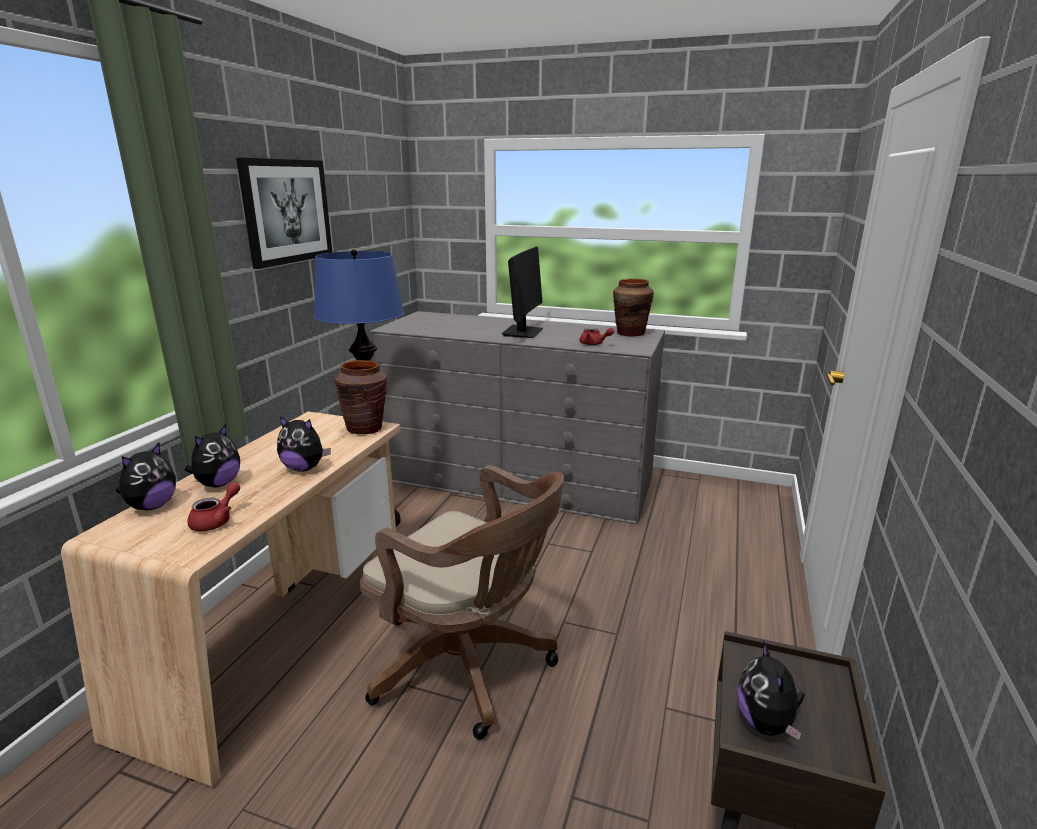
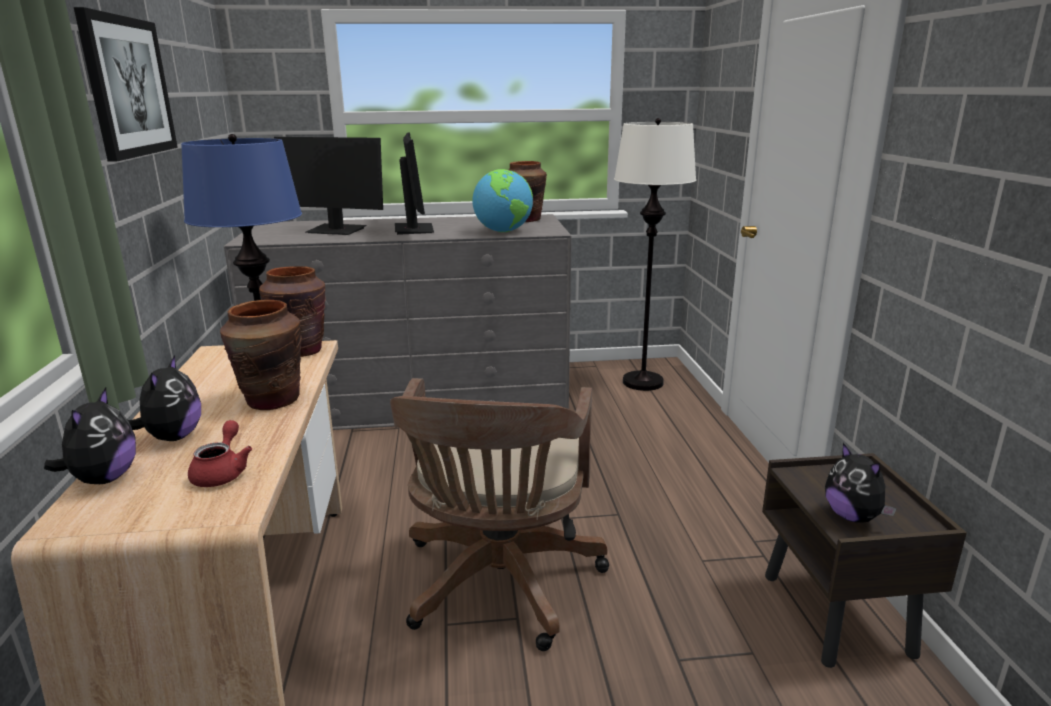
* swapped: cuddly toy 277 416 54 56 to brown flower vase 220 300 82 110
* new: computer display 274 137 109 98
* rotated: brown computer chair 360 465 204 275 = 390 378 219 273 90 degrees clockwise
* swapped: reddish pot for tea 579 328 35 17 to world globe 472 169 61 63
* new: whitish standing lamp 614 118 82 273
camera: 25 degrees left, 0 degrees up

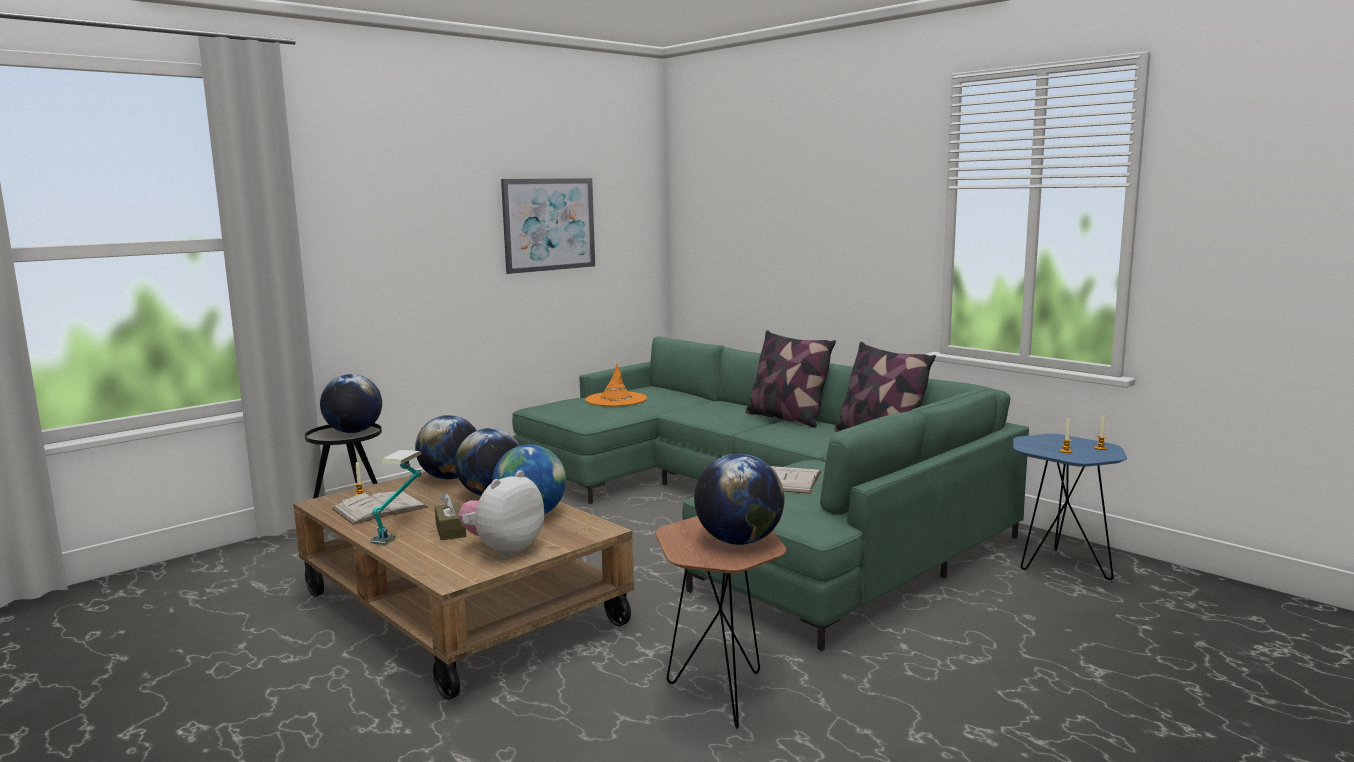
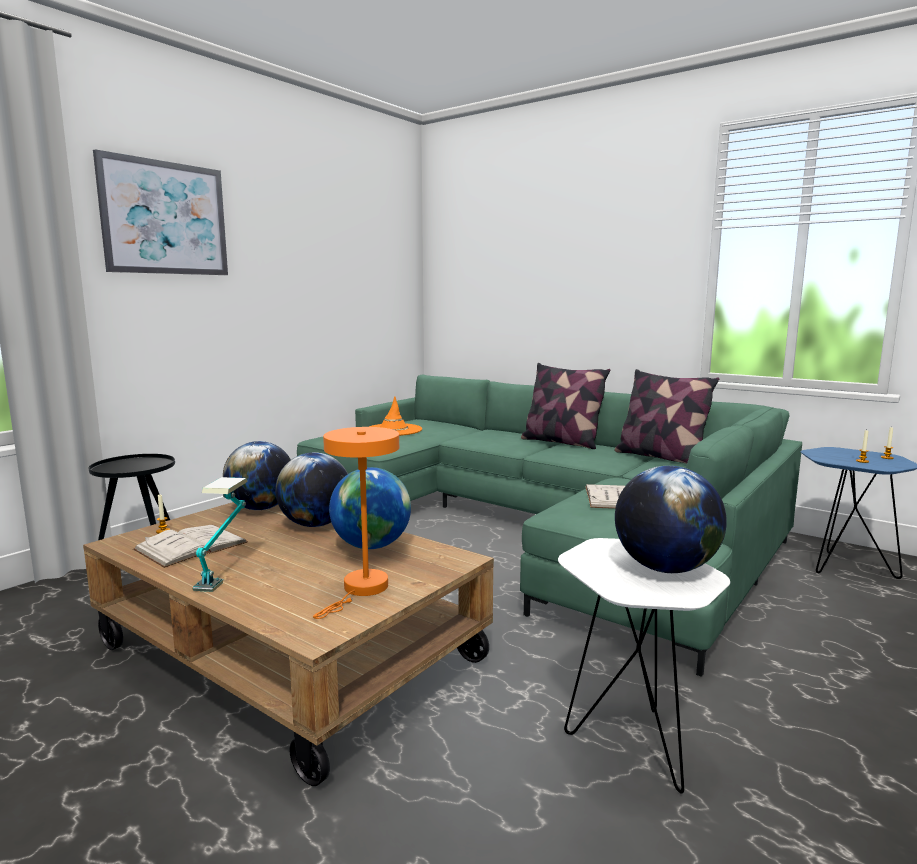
* shifted: wall picture 501 178 94 96 to 93 149 135 126
* swapped: cuddly toy 458 470 86 88 to orange-coloured table lamp 313 427 86 192
* repainted: brown end table 655 516 131 213 to whitish end table 558 538 172 256
* gone: world globe 320 374 62 59
* gone: brown tissue holder 435 493 31 47
camera: 10 degrees left, 0 degrees up

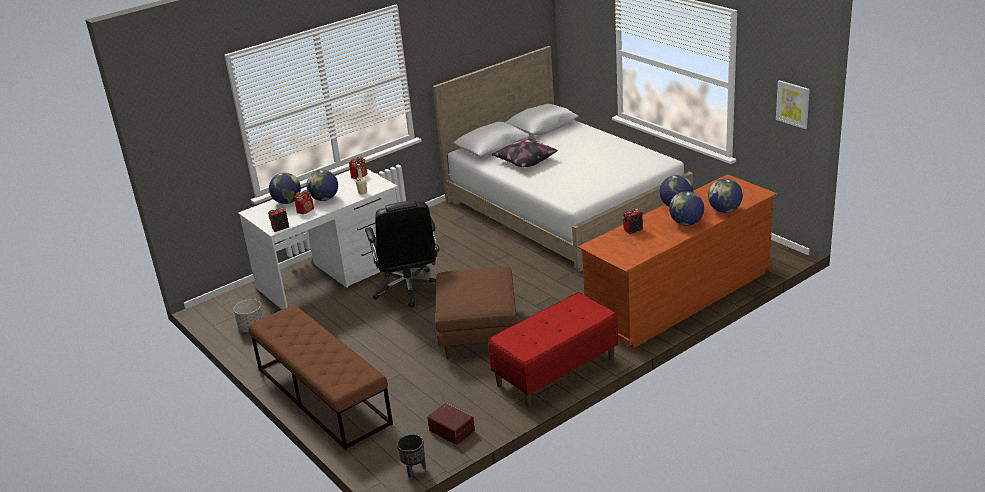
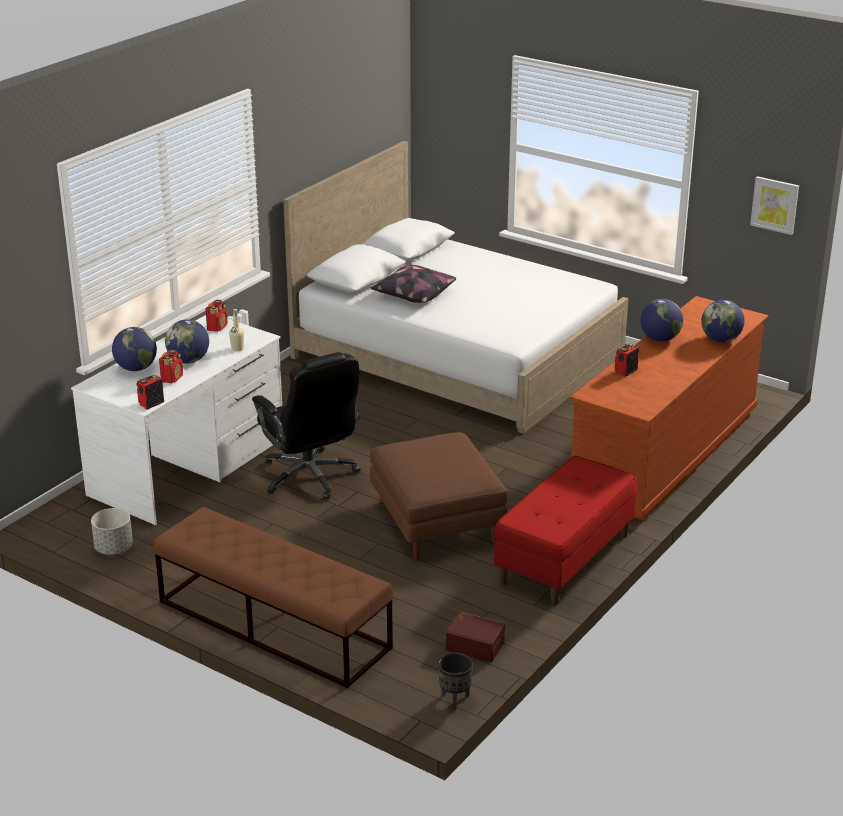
* gone: world globe 669 191 35 35
camera: 20 degrees left, 0 degrees up

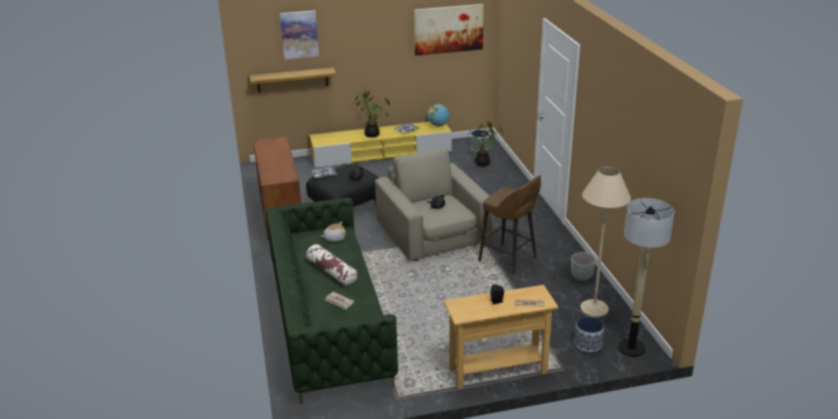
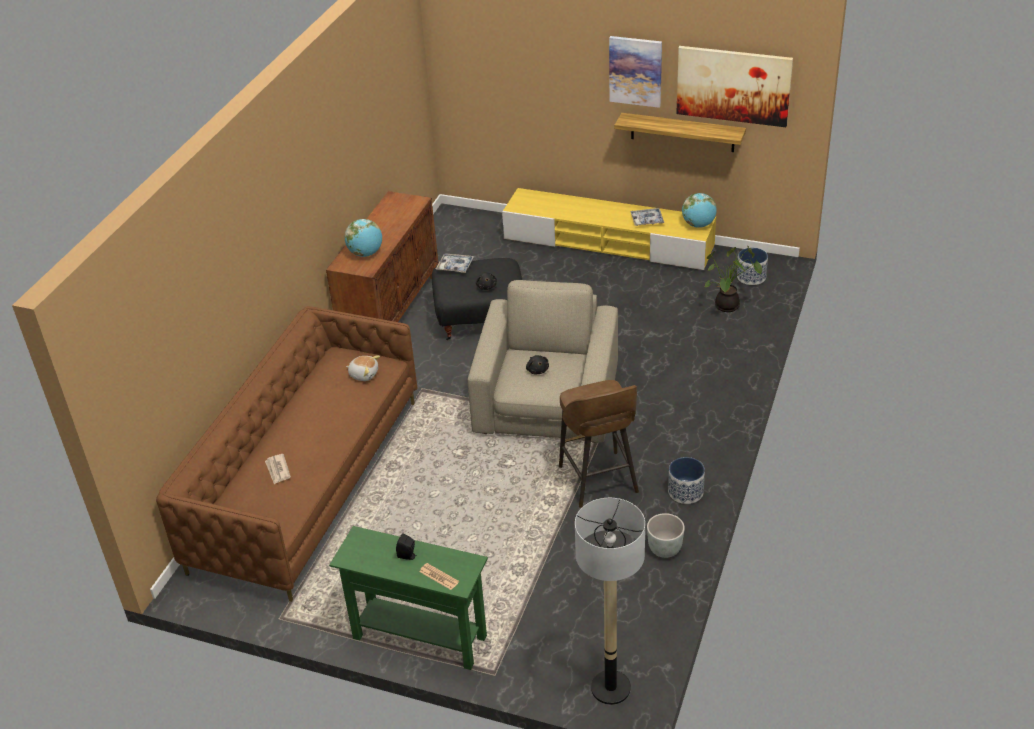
* repainted: green-coloured sofa 266 198 132 206 to brown sofa 156 306 261 296
* repainted: beige-coloured narrow table 444 285 115 104 to green-coloured narrow table 329 526 159 144
* new: world globe 345 219 37 38
* shifted: wall picture 280 10 39 49 to 609 36 53 72
* shifted: shelf 249 67 87 26 to 614 113 132 39
* shifted: planter 575 316 29 36 to 668 457 37 47
* gone: throw pillow 306 244 52 42
* gone: houseplant 354 91 36 47
* gone: beige-coloured standing lamp 580 167 51 150
camera: 35 degrees right, 10 degrees up

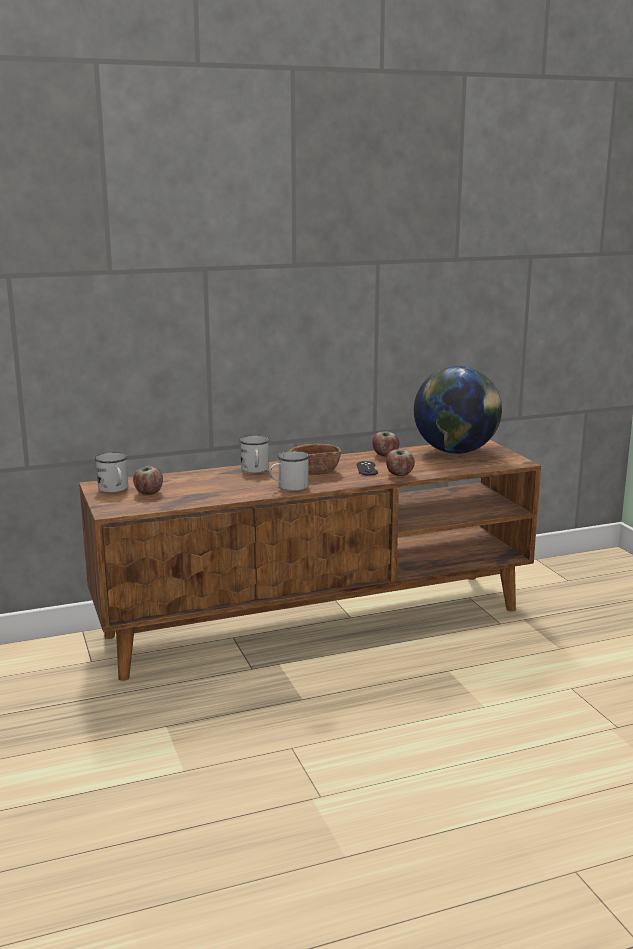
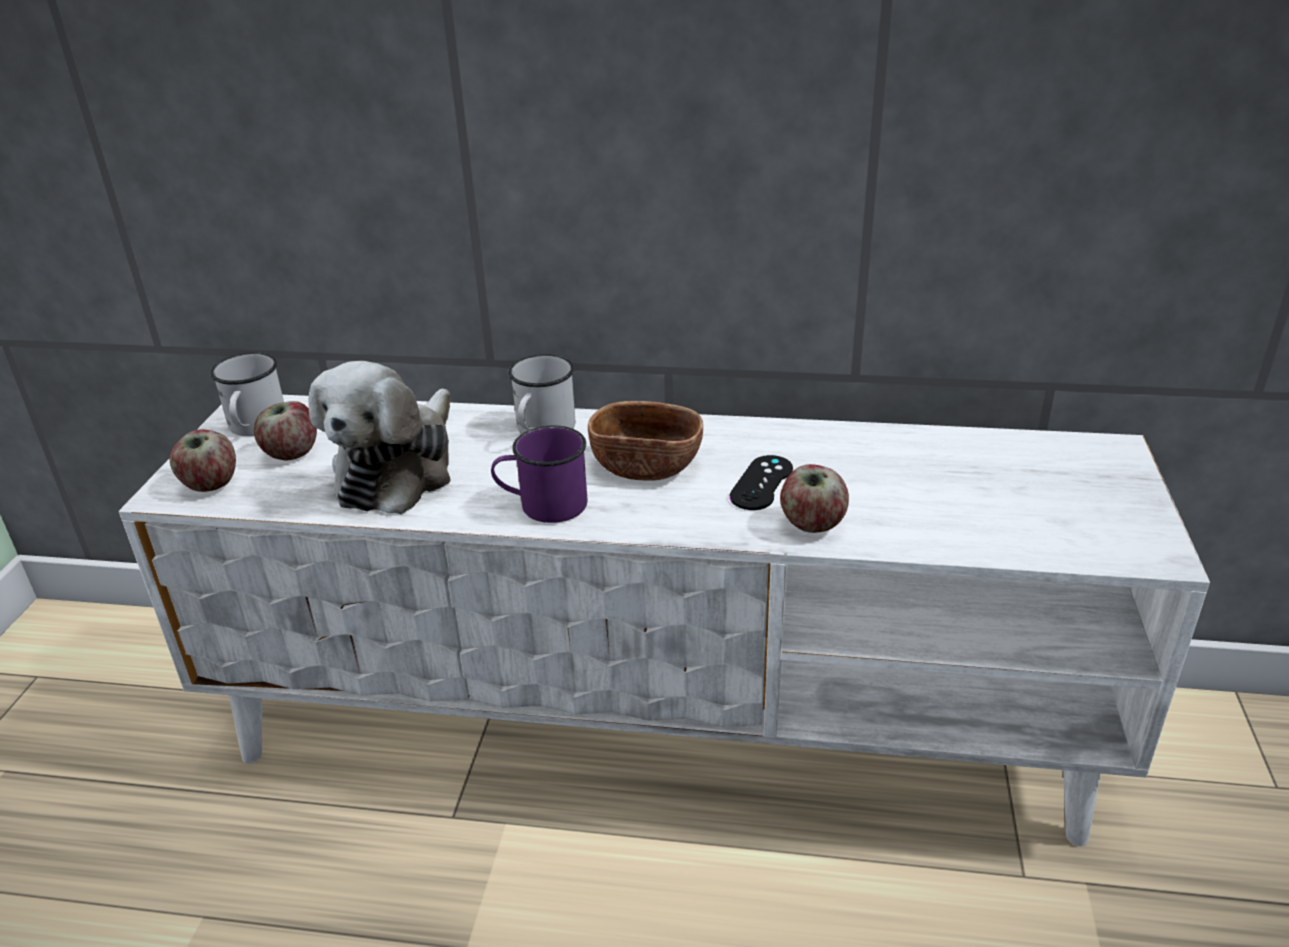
* repainted: brown media console 79 440 462 241 to whitish media console 119 395 1091 451
* shifted: apple 372 431 27 25 to 170 429 66 63
* new: cuddly toy 308 361 143 153
* repainted: whitish tea mug 269 451 41 40 to purplish tea mug 491 425 96 98
* gone: world globe 414 366 88 88
camera: 30 degrees right, 15 degrees up

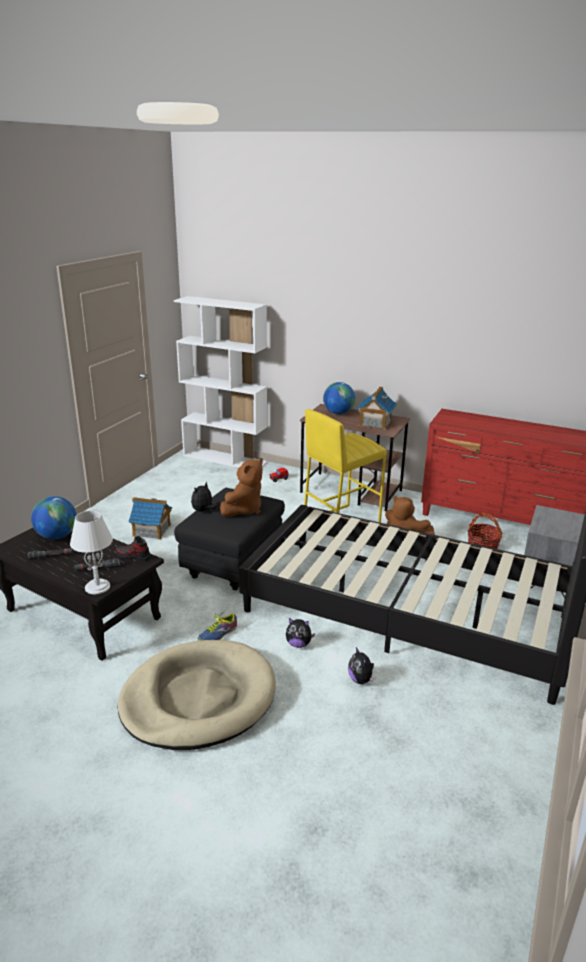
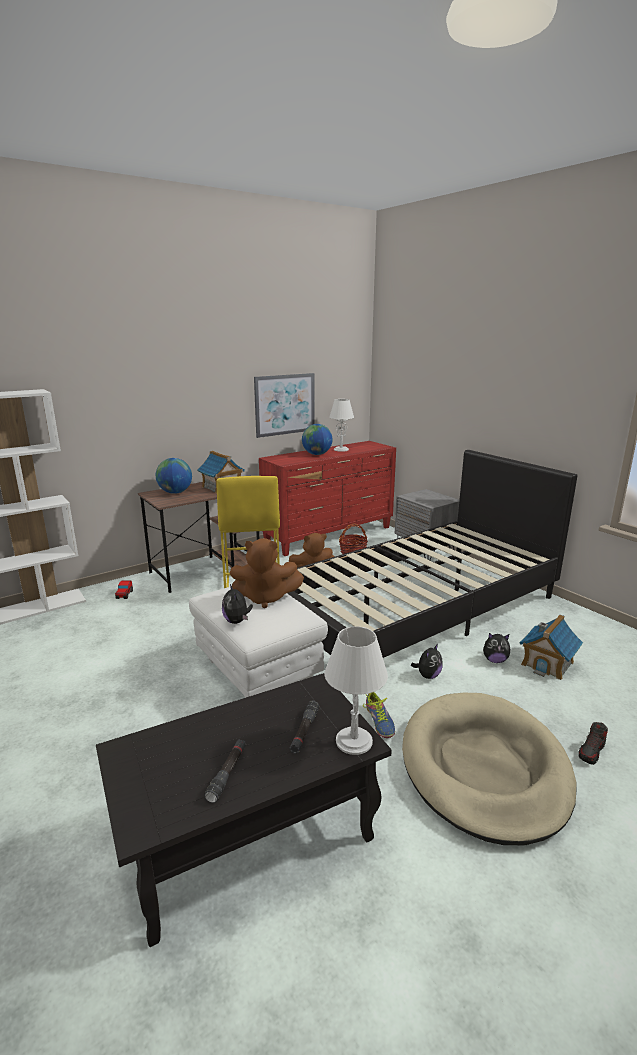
* repainted: black footrest 174 488 111 102 to whitish footrest 189 587 139 110
* rotated: brown cuddly toy 220 458 43 59 = 230 538 74 70 120 degrees clockwise
* new: wall picture 254 373 61 65
* shifted: world globe 31 496 45 43 to 302 424 30 31
* new: whitish table lamp 329 399 25 53
* shifted: model house 128 497 44 43 to 519 615 64 65
* shifted: shoe 115 536 36 25 to 578 722 30 43
camera: 60 degrees left, 5 degrees down

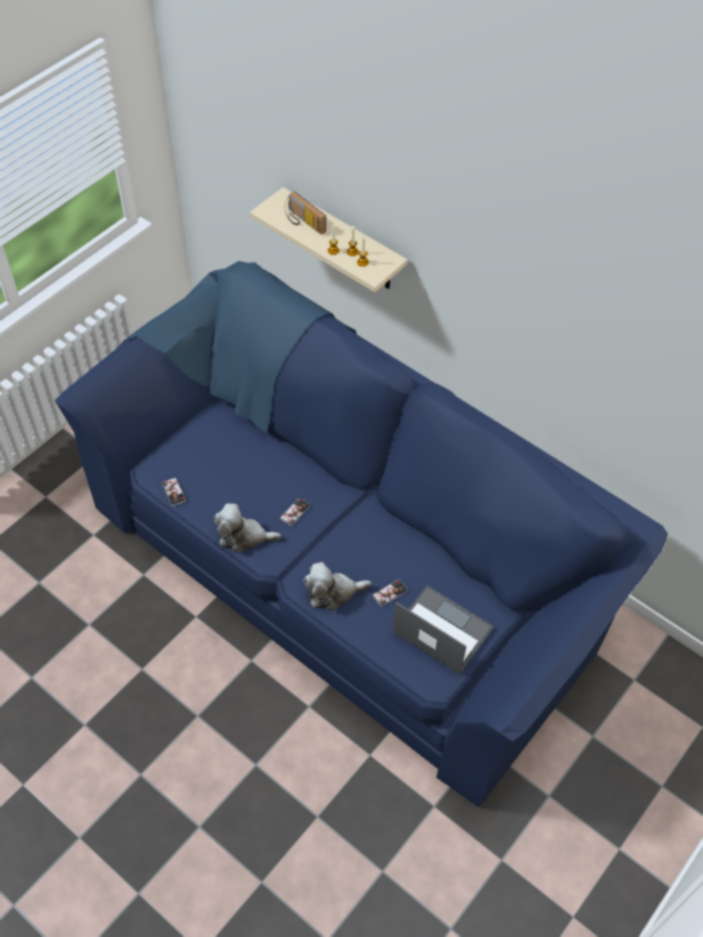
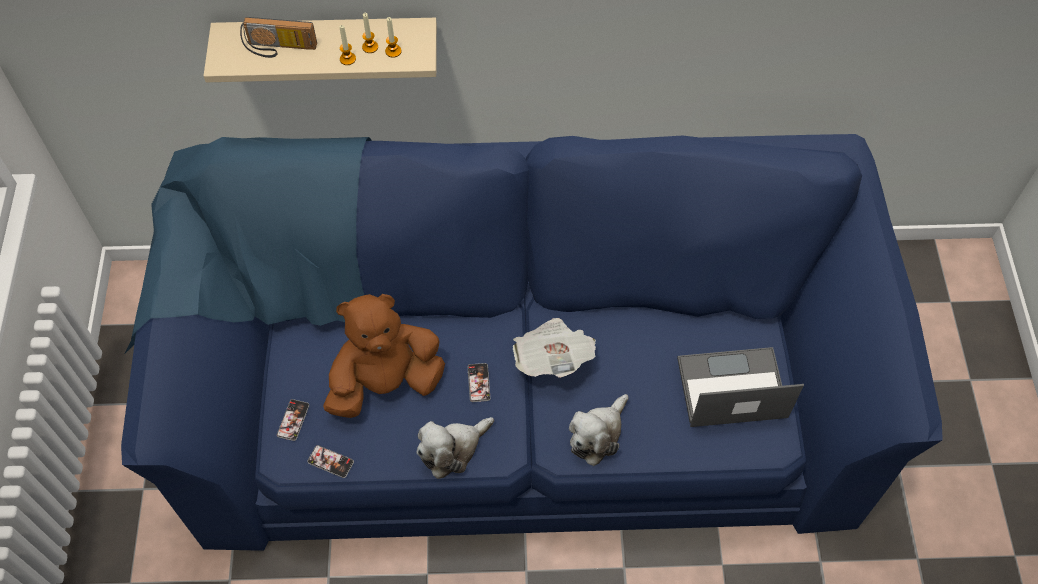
* shifted: phone 373 579 35 27 to 277 399 33 42
* new: brown cuddly toy 323 294 122 124
* new: newspaper 513 318 83 60
camera: 40 degrees left, 5 degrees up

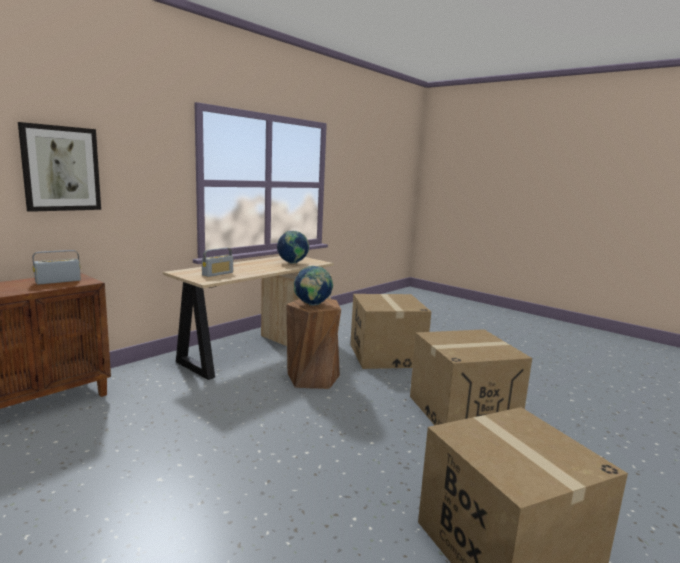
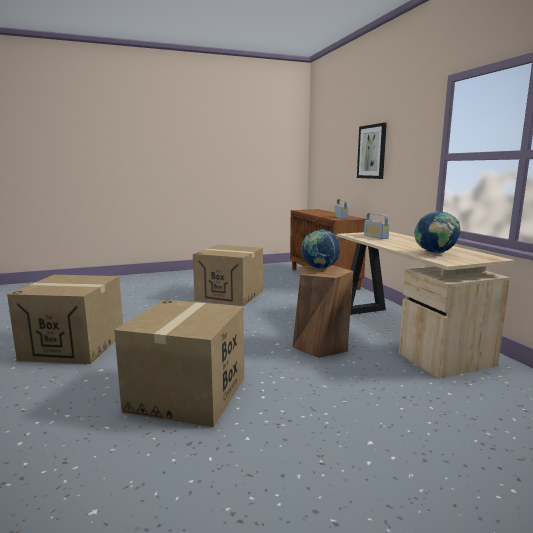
* shifted: cardboard box 350 294 81 75 to 193 245 70 62
camera: 120 degrees right, 0 degrees up

